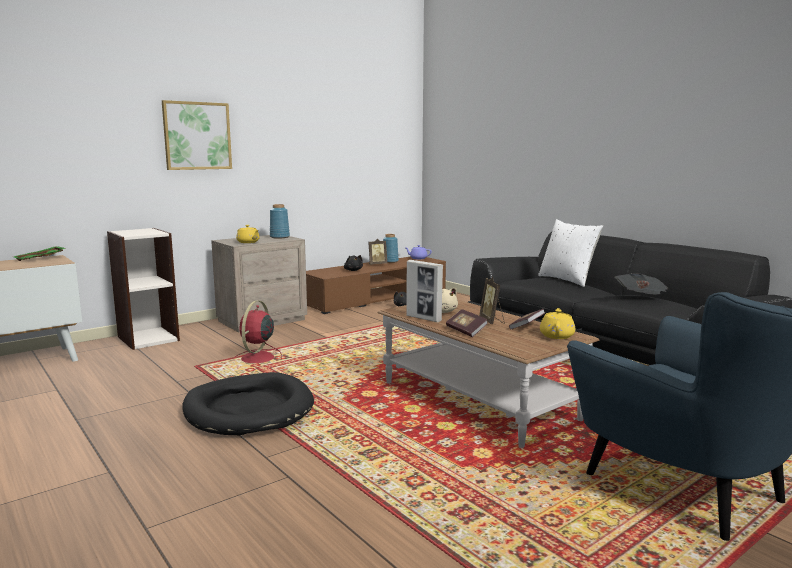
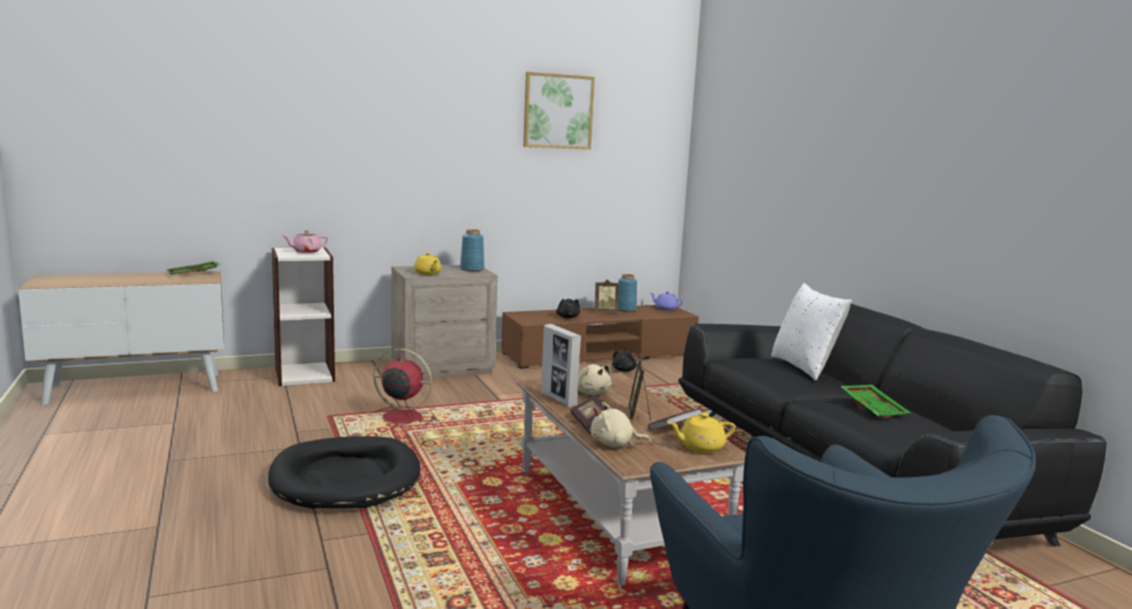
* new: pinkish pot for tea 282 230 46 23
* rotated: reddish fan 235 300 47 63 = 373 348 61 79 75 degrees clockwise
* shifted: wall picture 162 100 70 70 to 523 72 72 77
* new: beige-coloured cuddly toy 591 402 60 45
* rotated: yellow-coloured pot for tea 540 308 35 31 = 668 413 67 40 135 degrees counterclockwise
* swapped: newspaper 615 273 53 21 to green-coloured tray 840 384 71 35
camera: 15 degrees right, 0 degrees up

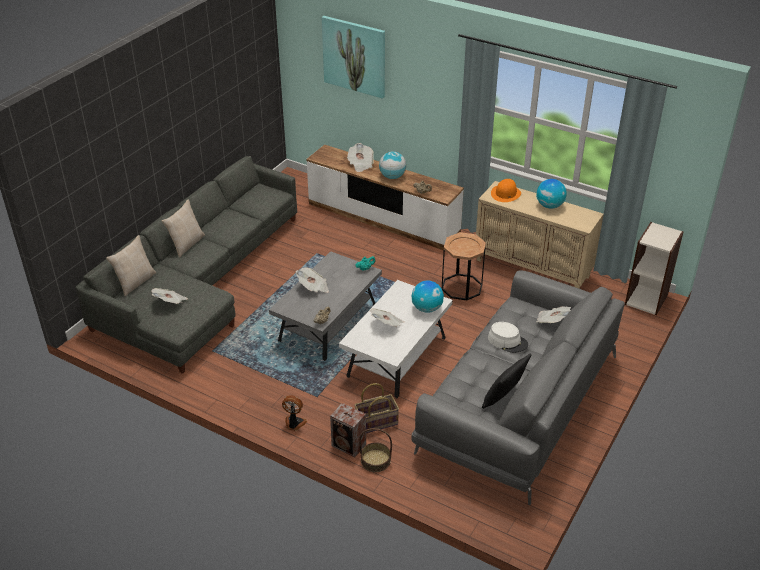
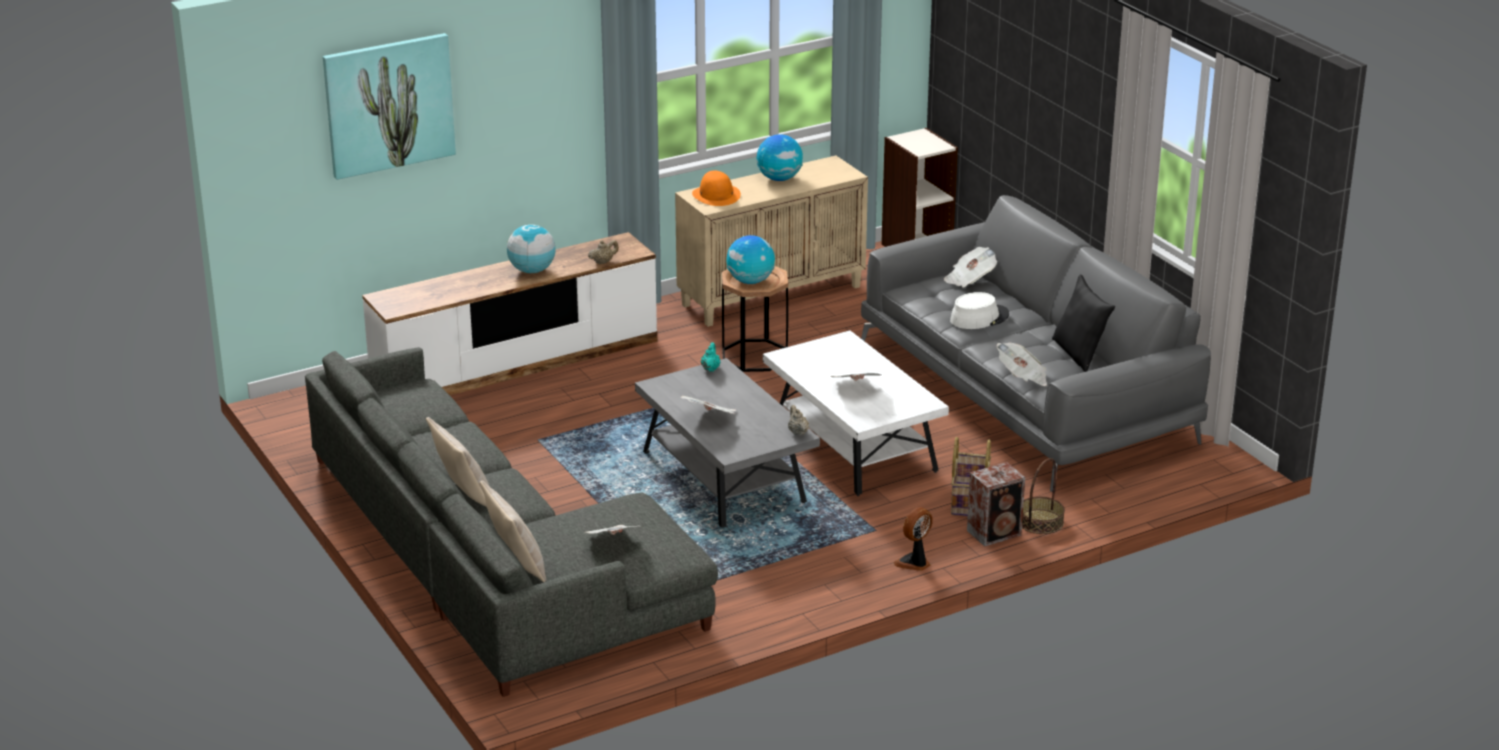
* shifted: world globe 412 280 32 33 to 726 235 49 49
* shifted: newspaper 347 143 27 29 to 996 342 51 44
camera: 60 degrees left, 10 degrees down

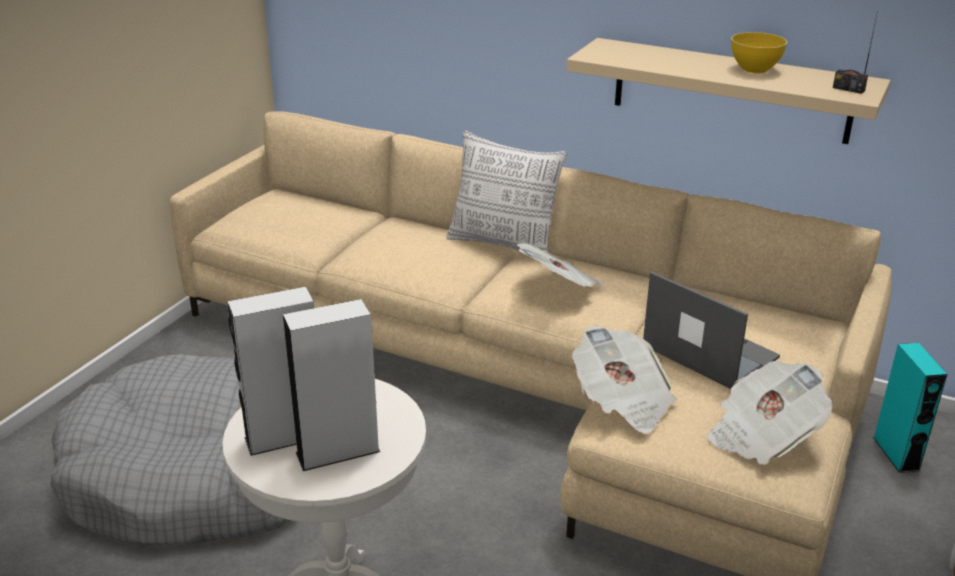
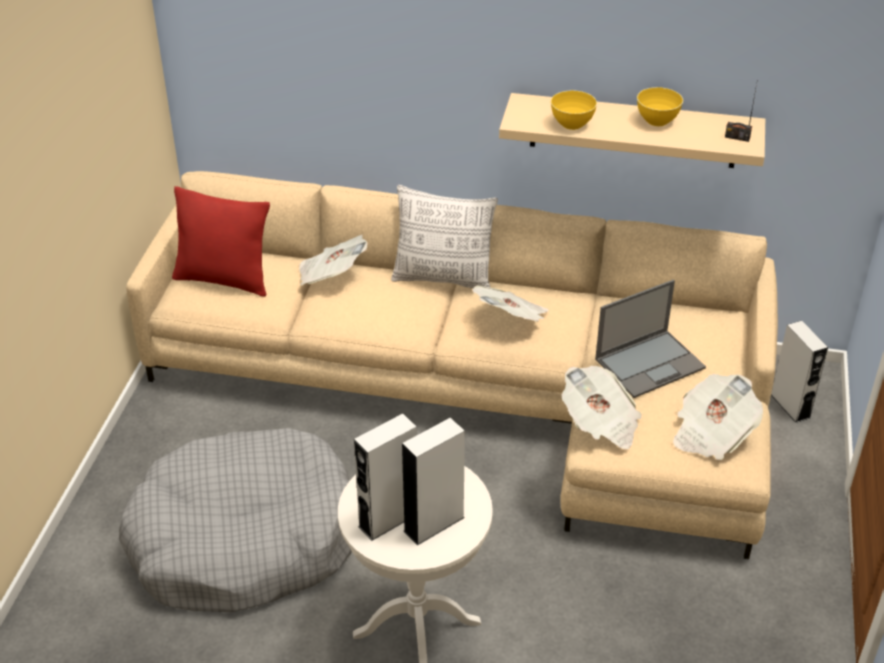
* new: reddish throw pillow 172 186 98 111
* new: newspaper 299 234 69 51
* new: yellow-coloured bowl 551 90 46 40
* rotated: laptop 643 272 137 118 = 595 280 111 118 120 degrees clockwise
* repainted: turquoise speaker 873 343 74 130 to gray speaker 771 321 57 102
camera: 15 degrees left, 10 degrees up

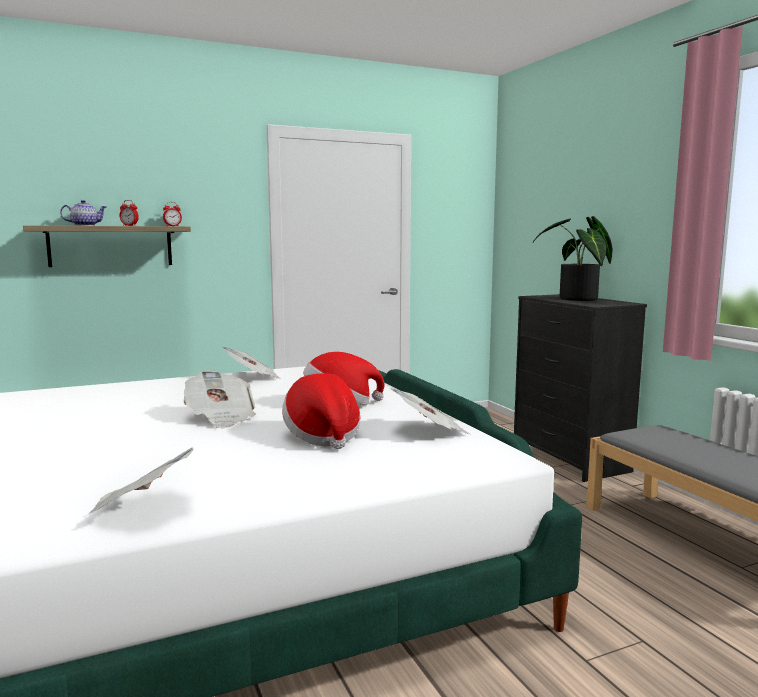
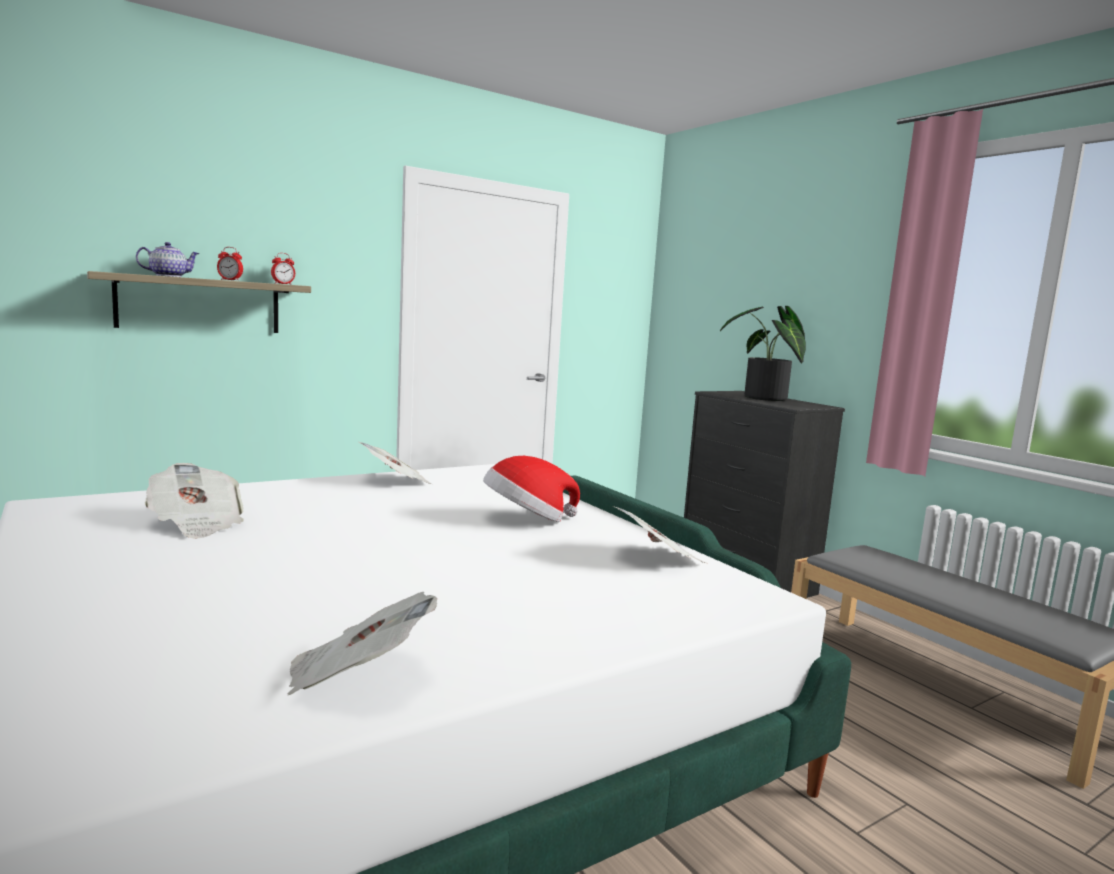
* shifted: newspaper 184 370 72 58 to 145 463 99 76
* gone: wearable hat 282 373 79 76
camera: 10 degrees left, 0 degrees up

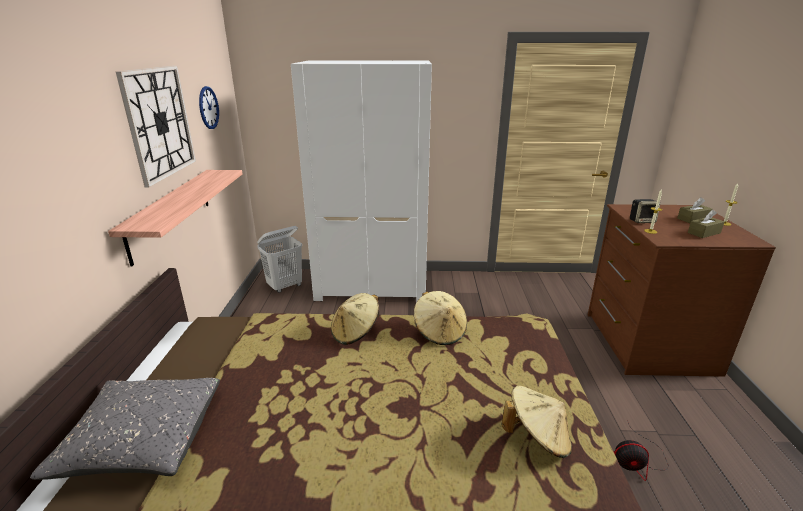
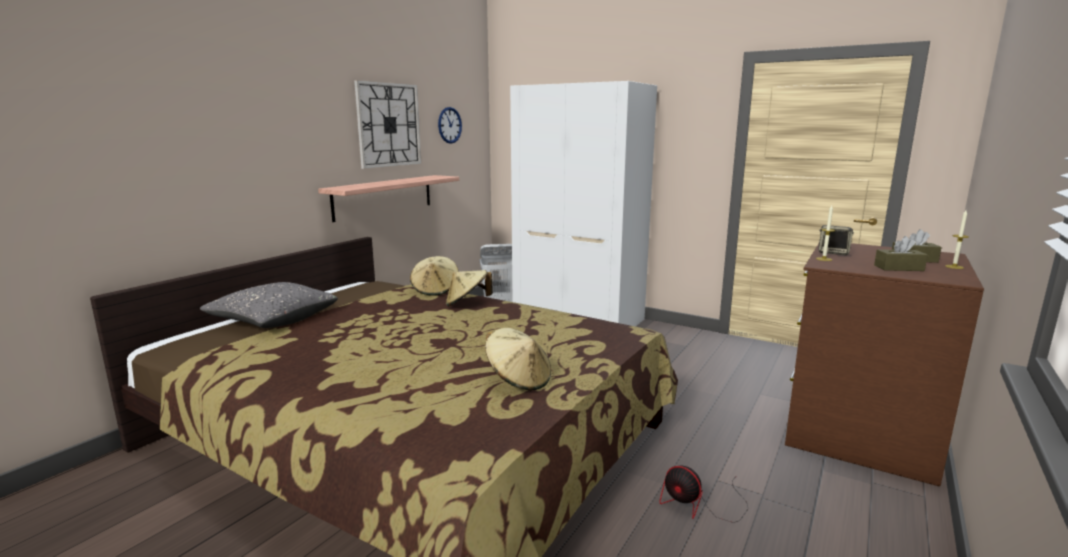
* shifted: beige-coloured wearable hat 414 291 53 54 to 410 256 49 40
camera: 30 degrees right, 10 degrees down

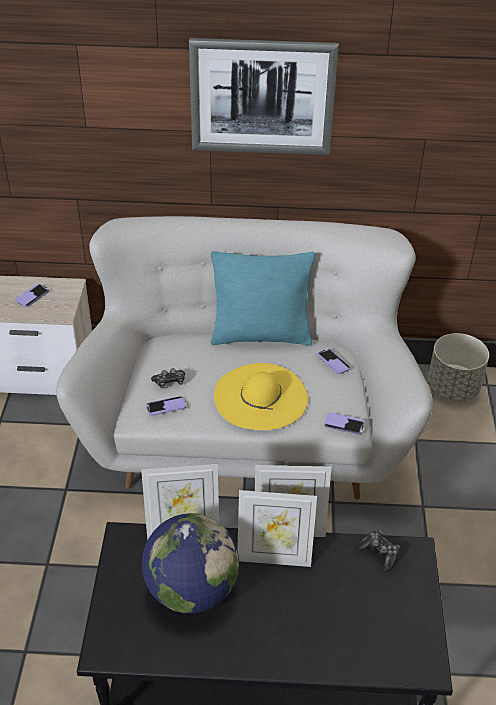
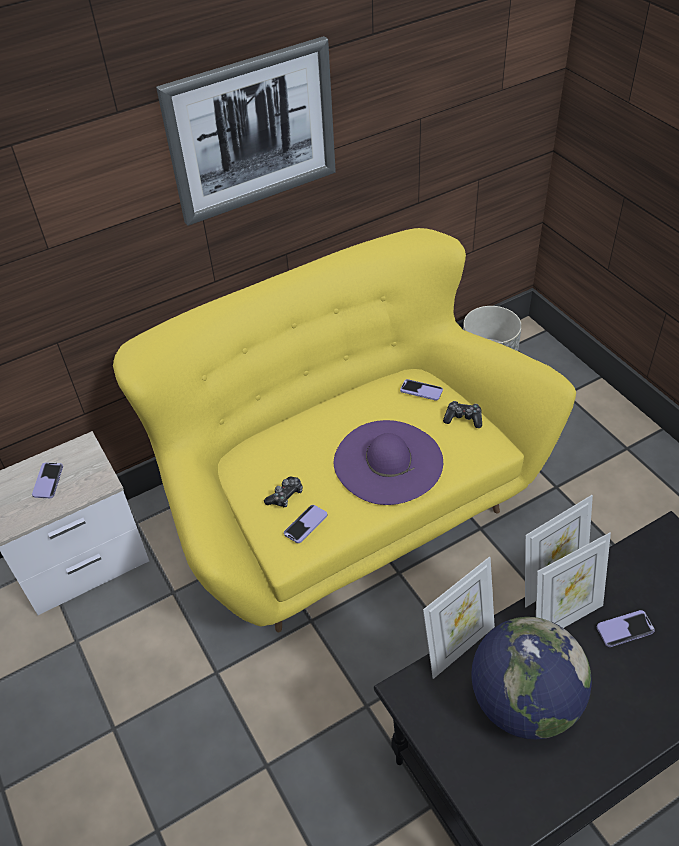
* repainted: whitish sofa 56 216 377 284 to yellow-coloured sofa 113 228 463 404
* repainted: yellow-coloured wearable hat 214 363 94 67 to purplish wearable hat 334 420 109 85
* shifted: game controller 357 531 43 40 to 443 401 39 27
* shifted: phone 324 412 41 23 to 597 610 58 37
* gone: turquoise throw pillow 211 251 104 95
camera: 30 degrees left, 5 degrees up

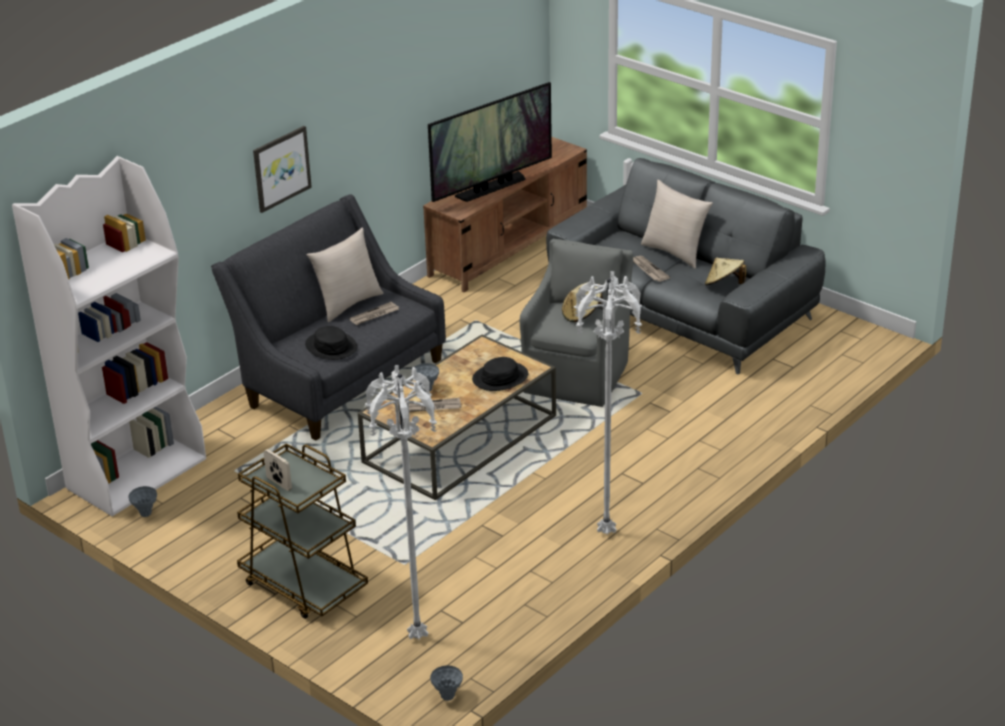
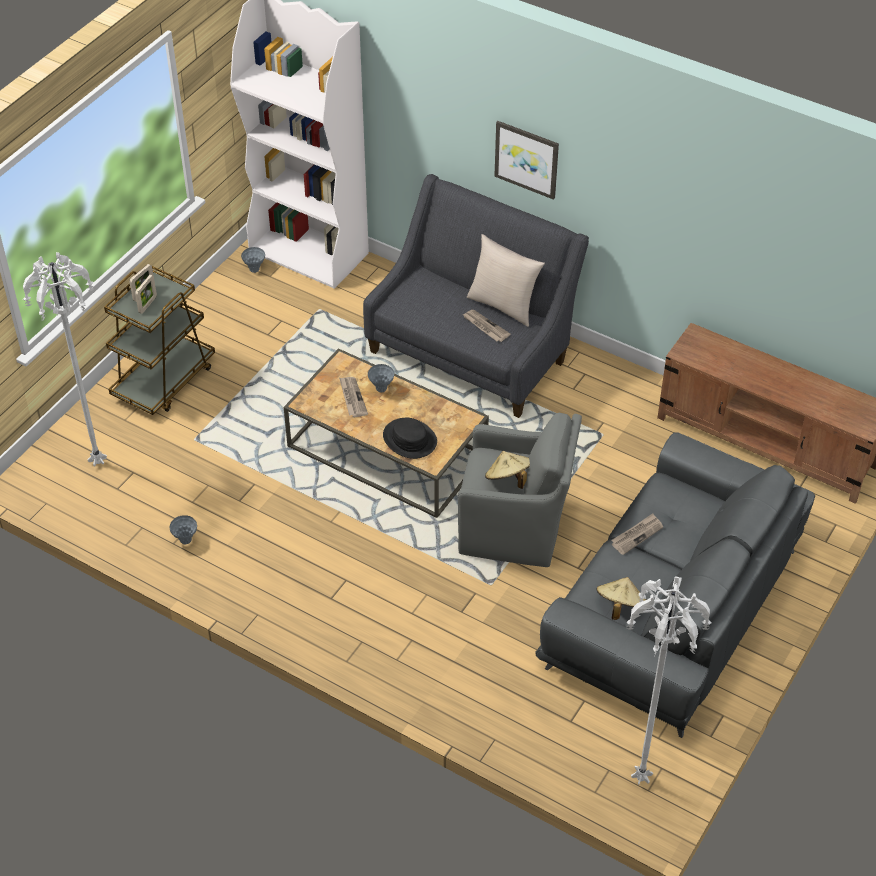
* new: photo frame 135 274 22 40
* shifted: gray flower vase 430 665 33 36 to 170 515 27 30
* shifted: whitish standing lamp 574 271 68 263 to 626 576 85 209
* gone: black wearable hat 305 326 52 34
* gone: television 428 82 124 120
* gone: beige-coloured throw pillow 641 180 72 89
camera: 80 degrees right, 15 degrees up

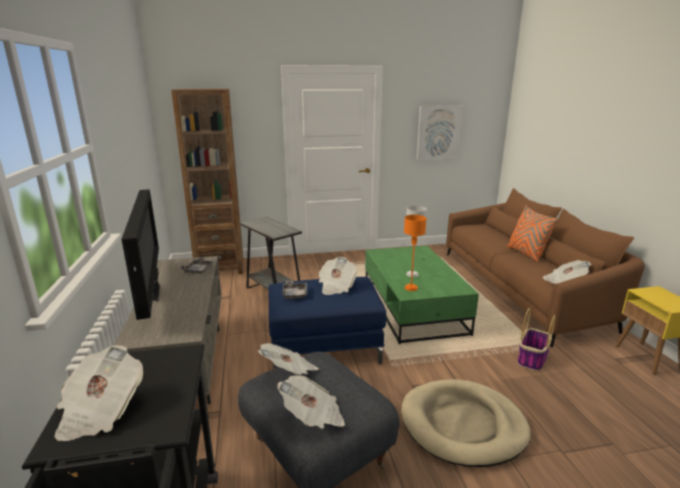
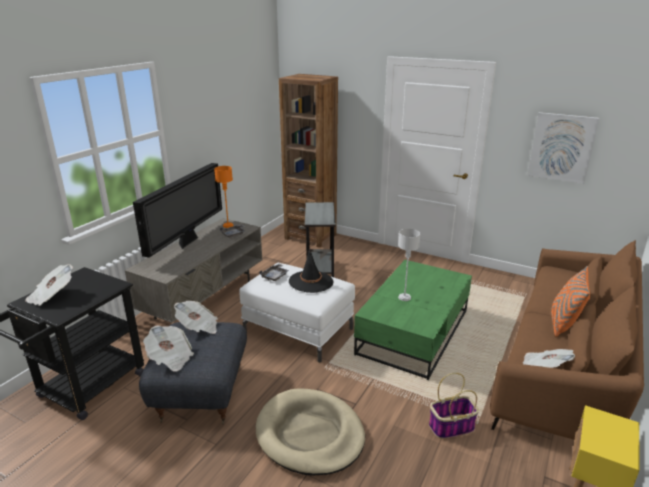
* shifted: orange-coloured table lamp 404 215 23 76 to 214 166 20 62
* repainted: bluish footrest 269 277 117 91 to whitish footrest 239 263 116 99
* swapped: newspaper 318 257 40 38 to black wearable hat 289 249 44 44
camera: 40 degrees right, 5 degrees up

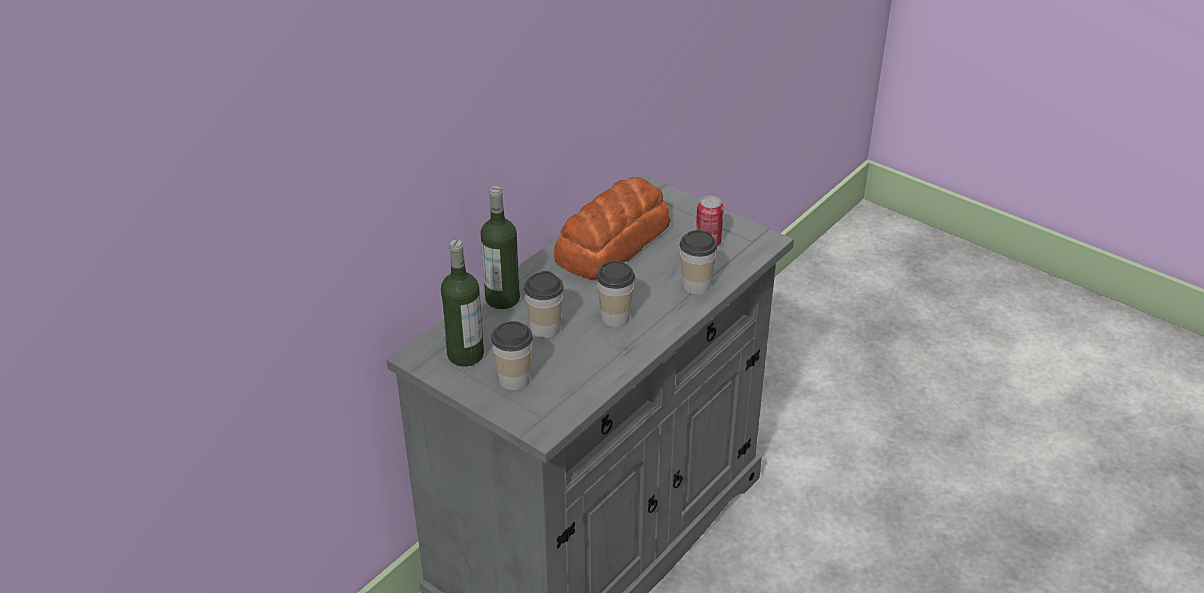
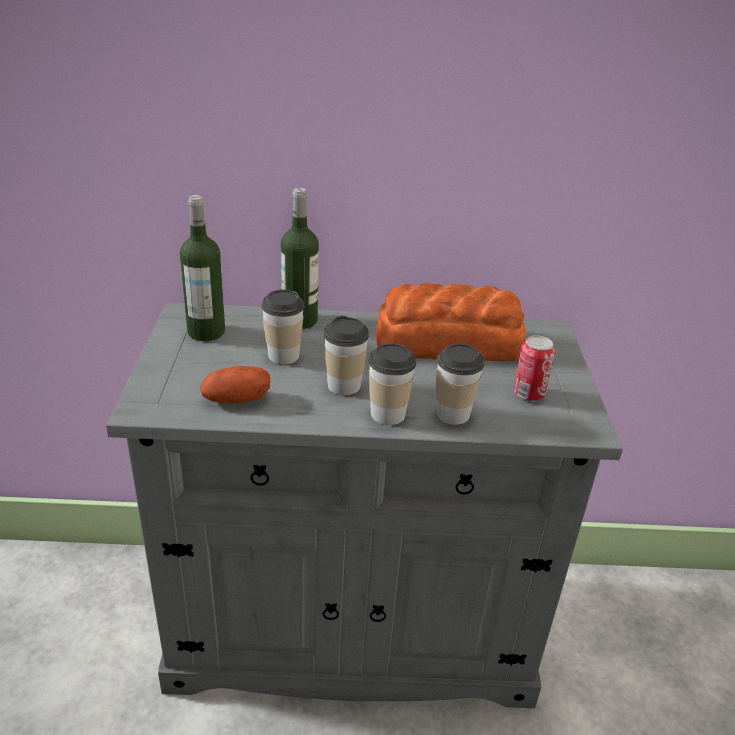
* new: spud 200 366 70 37
* shifted: cup 491 321 42 69 to 368 343 48 82
camera: 50 degrees right, 5 degrees down

